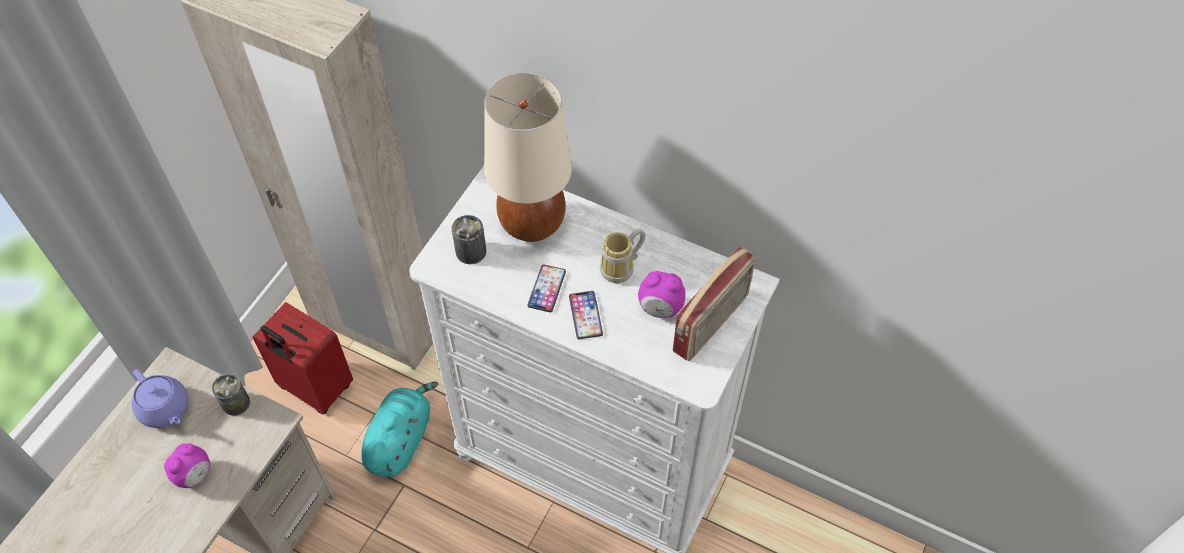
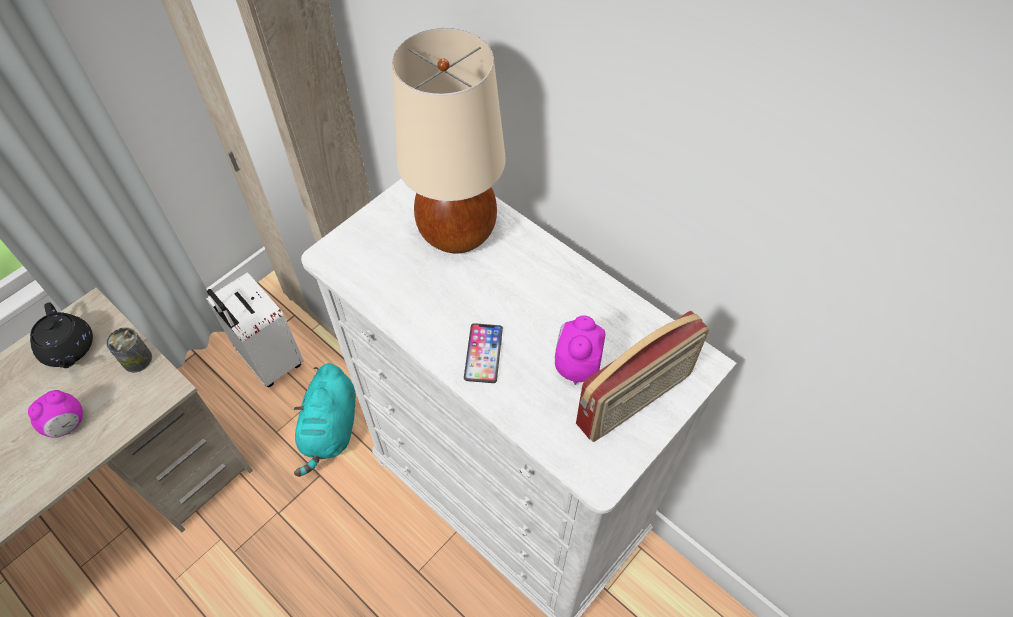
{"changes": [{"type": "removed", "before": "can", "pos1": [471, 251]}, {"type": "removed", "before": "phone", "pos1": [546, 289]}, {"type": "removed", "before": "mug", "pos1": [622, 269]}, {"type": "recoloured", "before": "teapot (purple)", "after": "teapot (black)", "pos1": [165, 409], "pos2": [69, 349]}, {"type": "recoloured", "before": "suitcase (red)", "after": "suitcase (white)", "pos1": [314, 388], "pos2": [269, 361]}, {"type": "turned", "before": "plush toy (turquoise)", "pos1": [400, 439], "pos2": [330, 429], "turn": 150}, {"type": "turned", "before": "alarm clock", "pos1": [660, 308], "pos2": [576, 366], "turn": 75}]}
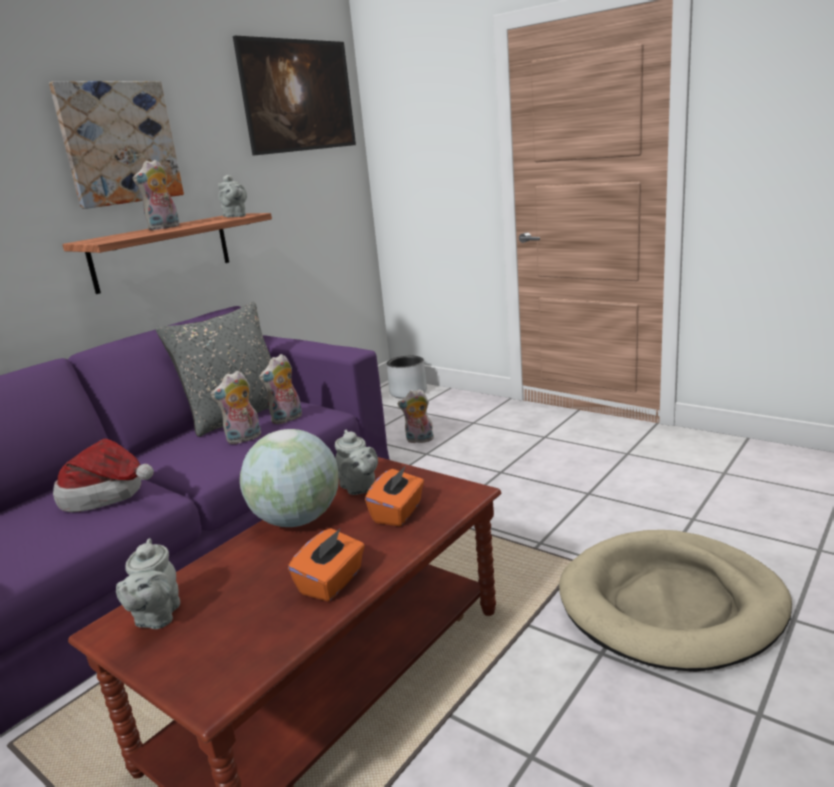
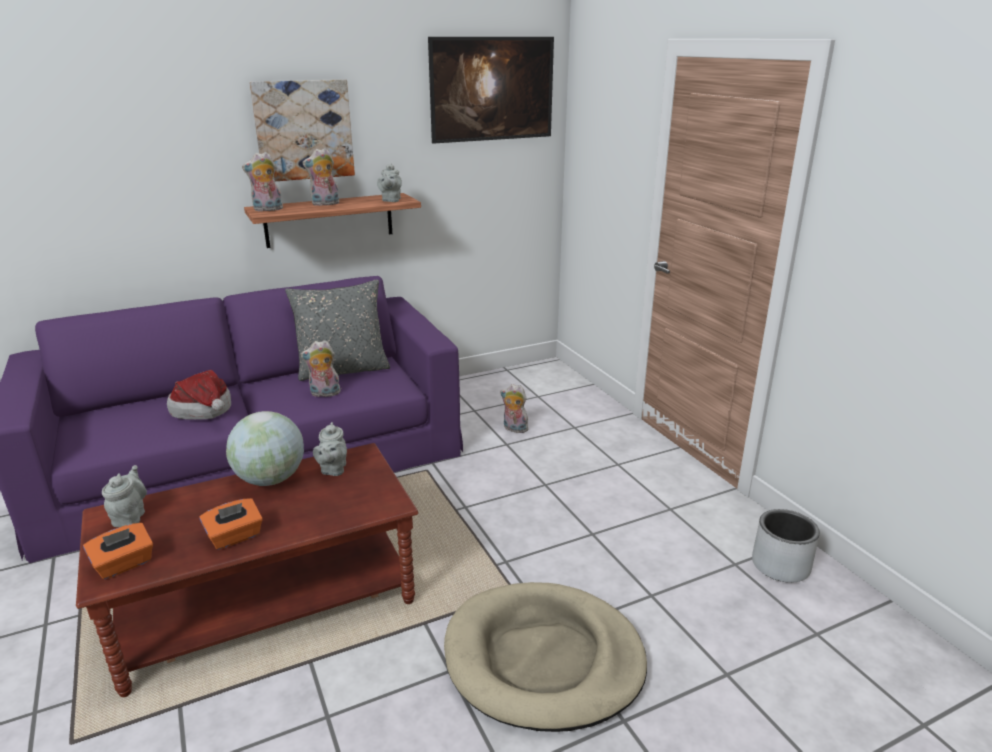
{"changes": [{"type": "moved", "before": "plush toy", "pos1": [287, 419], "pos2": [267, 210]}, {"type": "moved", "before": "tissue box (orange)", "pos1": [398, 513], "pos2": [124, 564]}, {"type": "moved", "before": "planter (grey)", "pos1": [408, 392], "pos2": [781, 566]}, {"type": "turned", "before": "teapot (grey)", "pos1": [156, 617], "pos2": [130, 516], "turn": 150}]}
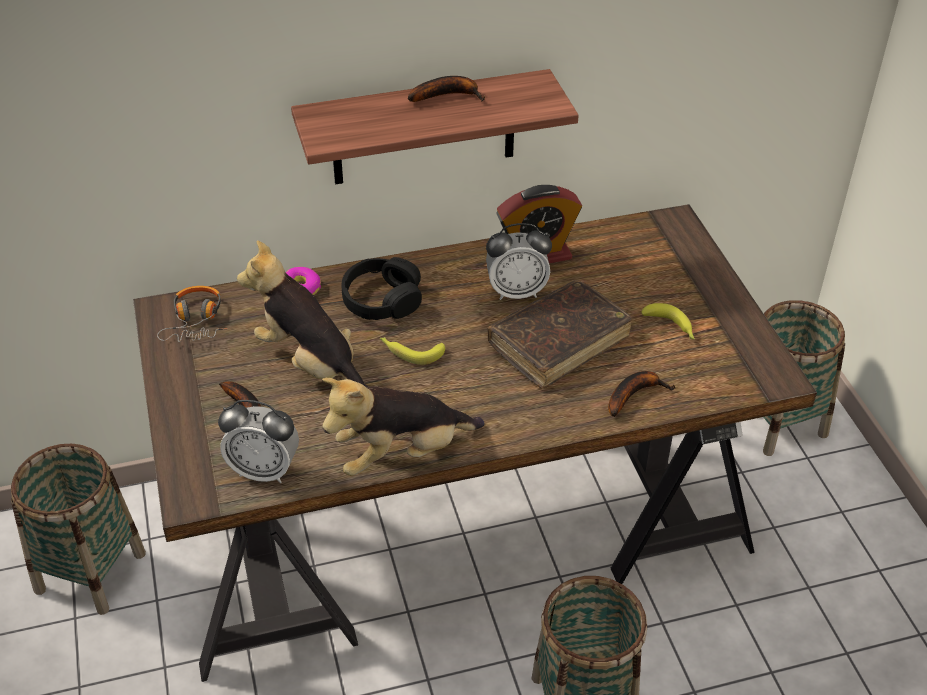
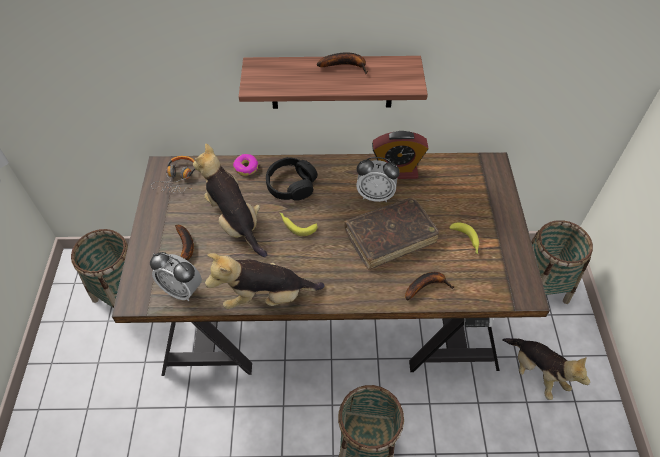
{"changes": [{"type": "added", "after": "plush toy", "pos2": [536, 373]}]}
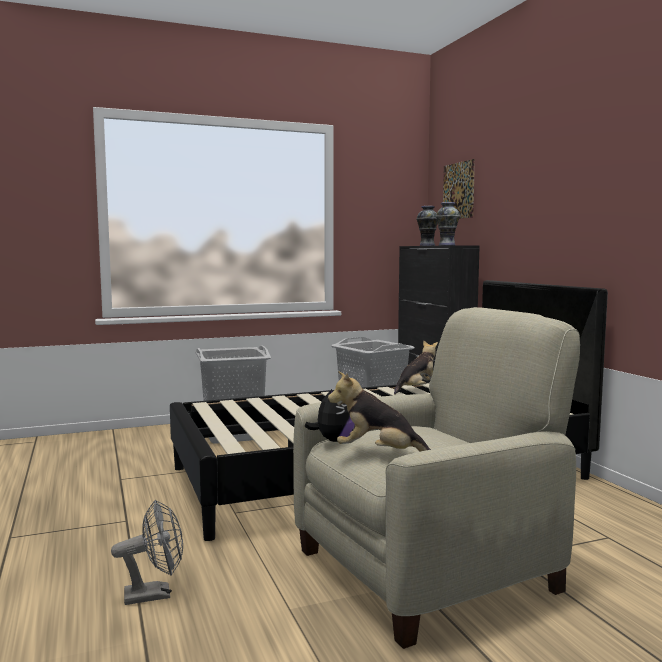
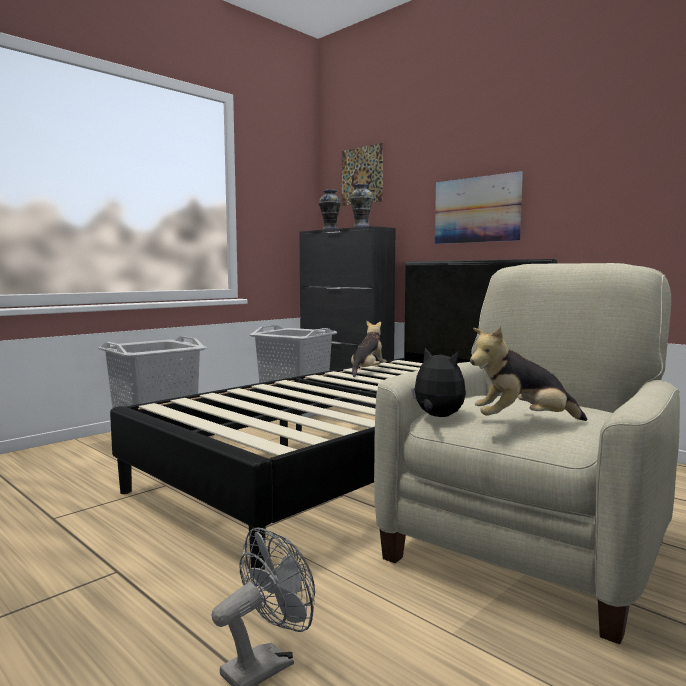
{"changes": [{"type": "added", "after": "picture", "pos2": [476, 210]}, {"type": "turned", "before": "plush toy", "pos1": [333, 440], "pos2": [436, 417], "turn": -45}]}
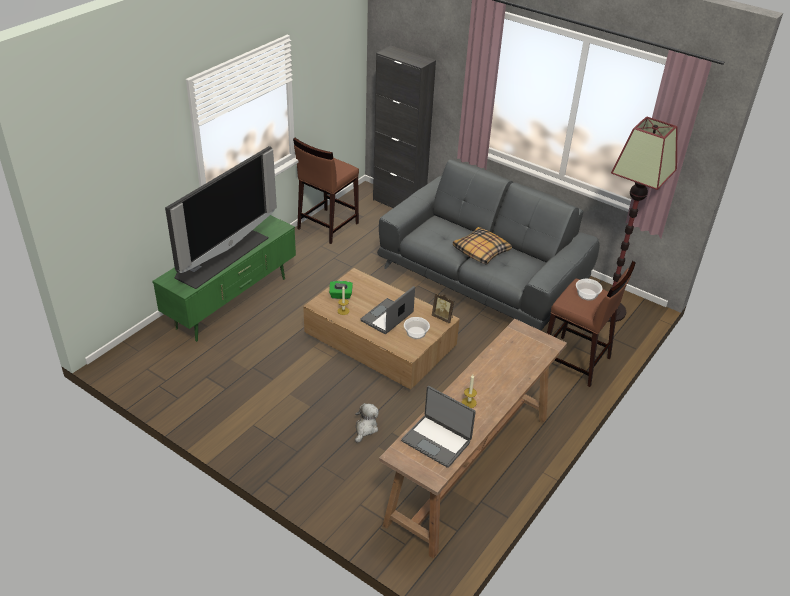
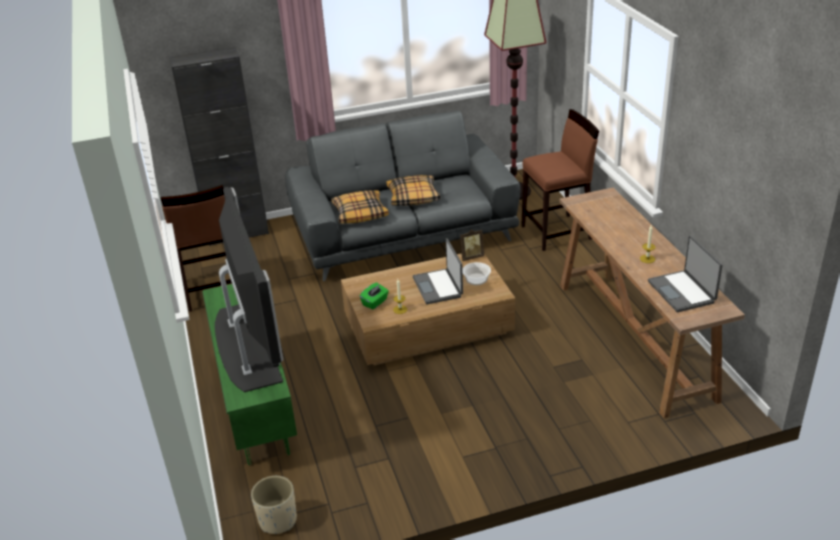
{"changes": [{"type": "removed", "before": "plush toy", "pos1": [365, 428]}, {"type": "removed", "before": "bowl", "pos1": [587, 294]}, {"type": "added", "after": "planter (beige)", "pos2": [277, 520]}, {"type": "added", "after": "pillow", "pos2": [360, 213]}, {"type": "turned", "before": "laptop", "pos1": [437, 441], "pos2": [682, 292], "turn": 90}]}
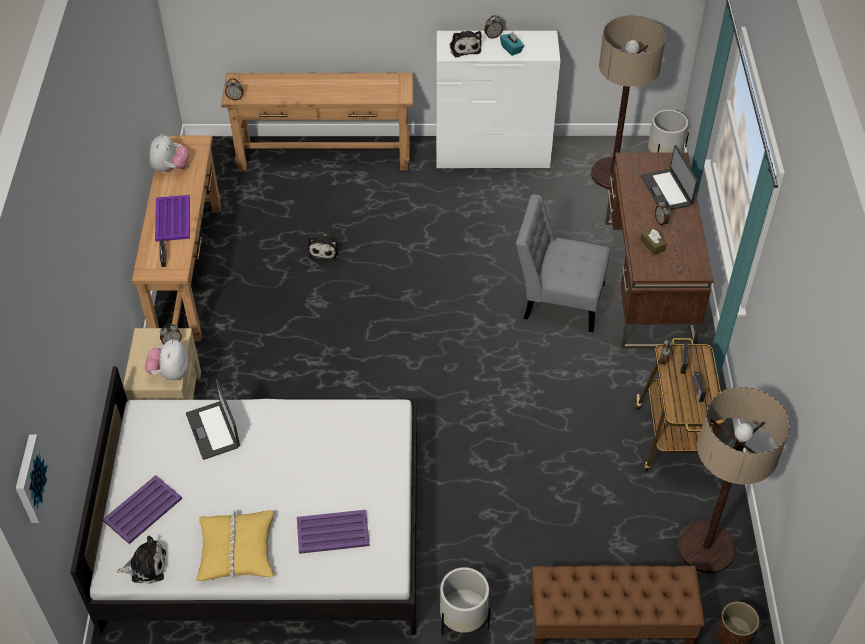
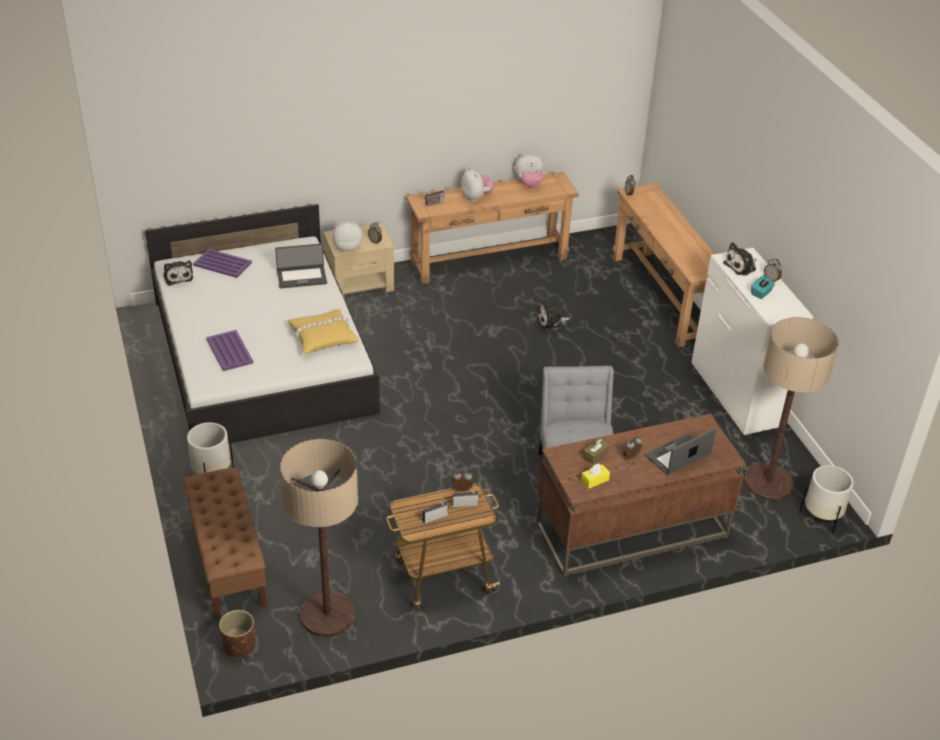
{"changes": [{"type": "removed", "before": "picture", "pos1": [30, 478]}, {"type": "added", "after": "tissue box (yellow)", "pos2": [594, 480]}, {"type": "moved", "before": "pillow (yellow)", "pos1": [237, 550], "pos2": [322, 337]}, {"type": "replaced", "before": "tray (purple)", "after": "plush toy", "pos1": [172, 219], "pos2": [476, 197]}, {"type": "turned", "before": "laptop", "pos1": [213, 430], "pos2": [301, 277], "turn": -150}]}
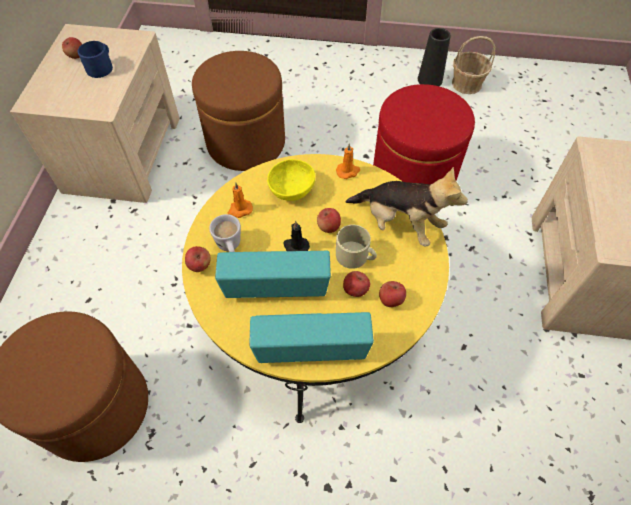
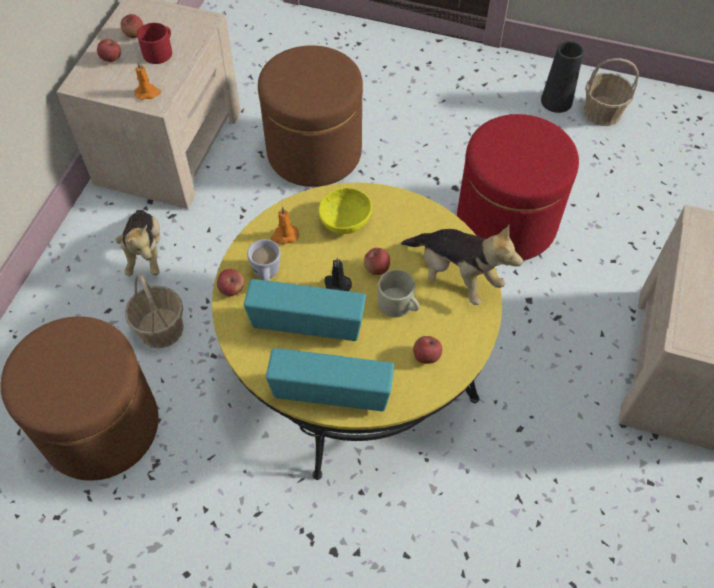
{"changes": [{"type": "added", "after": "plush toy", "pos2": [145, 253]}, {"type": "added", "after": "basket", "pos2": [161, 328]}, {"type": "moved", "before": "candle (orange)", "pos1": [348, 171], "pos2": [148, 93]}, {"type": "moved", "before": "apple", "pos1": [355, 290], "pos2": [111, 59]}, {"type": "recoloured", "before": "mug (blue)", "after": "mug (red)", "pos1": [101, 67], "pos2": [160, 51]}]}
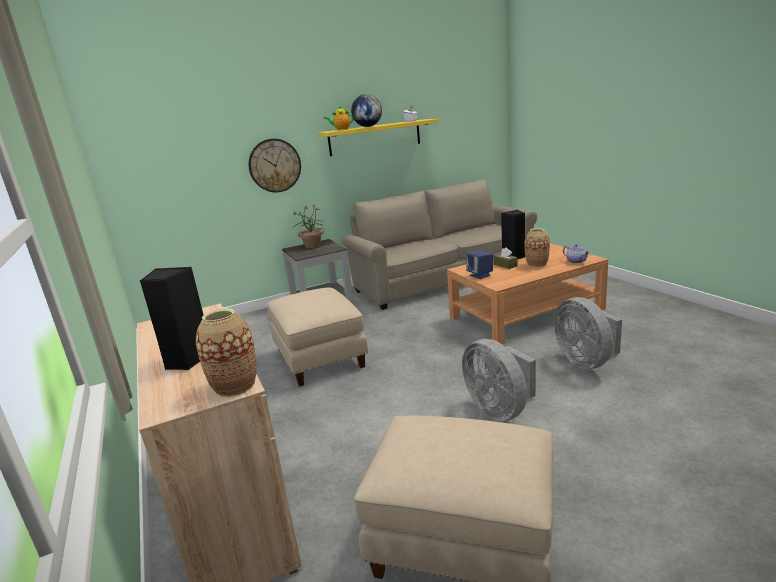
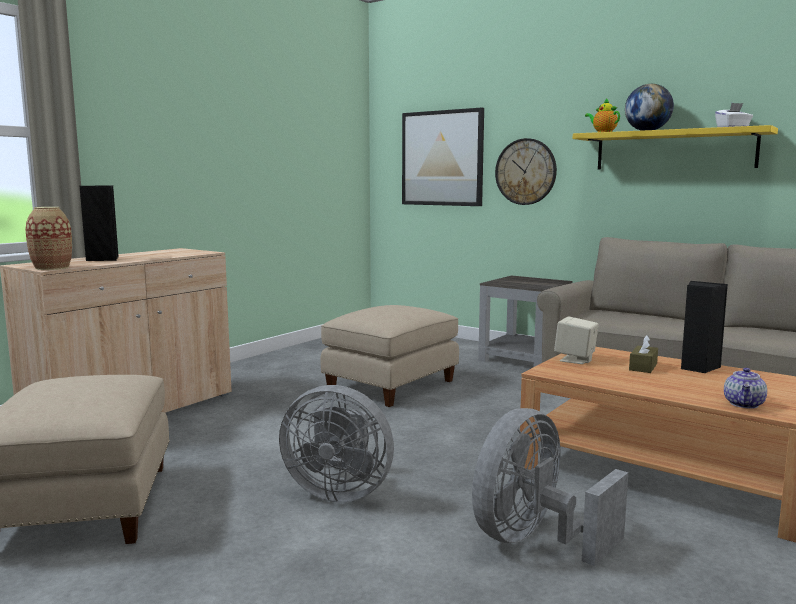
{"changes": [{"type": "removed", "before": "potted plant", "pos1": [312, 246]}, {"type": "removed", "before": "vase", "pos1": [537, 264]}, {"type": "added", "after": "picture", "pos2": [442, 158]}, {"type": "recoloured", "before": "speaker (blue)", "after": "speaker (beige)", "pos1": [480, 275], "pos2": [575, 360]}, {"type": "turned", "before": "fan (grey)", "pos1": [500, 409], "pos2": [338, 491], "turn": -105}]}
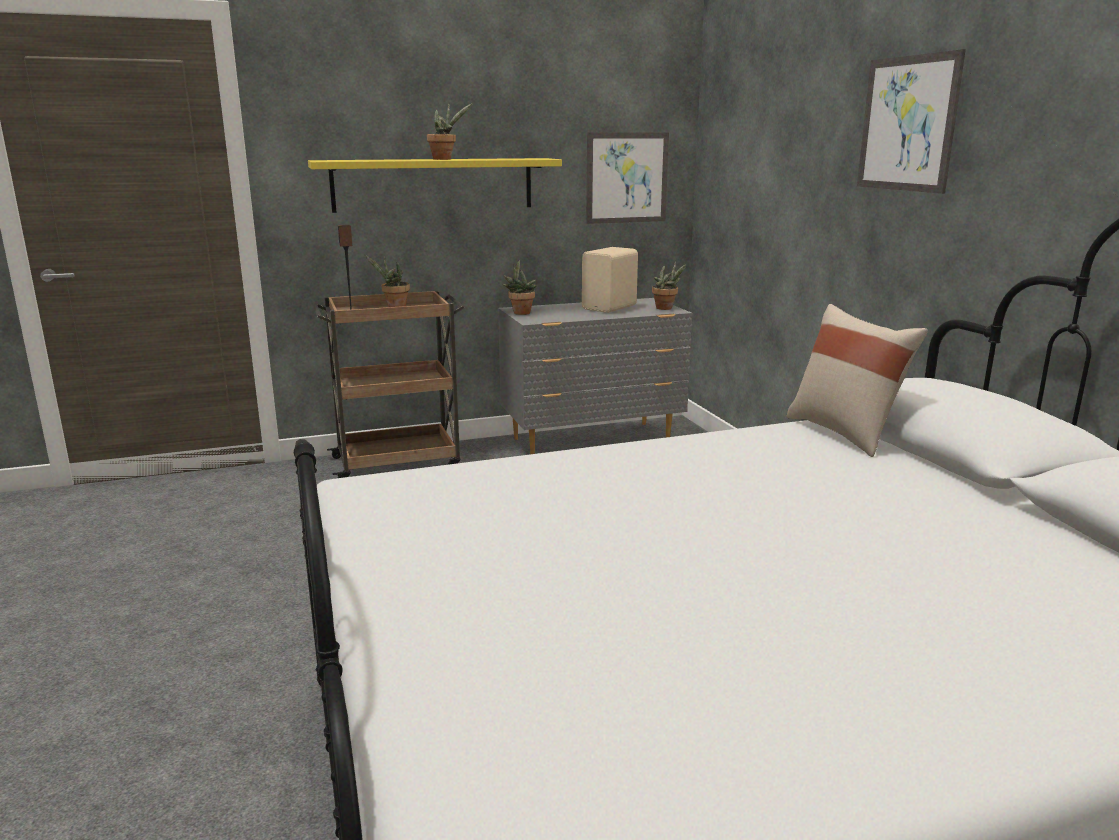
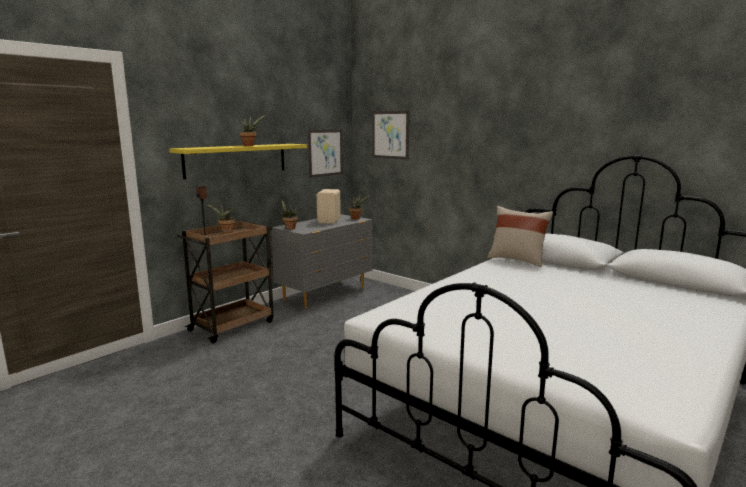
{"changes": [{"type": "moved", "before": "picture", "pos1": [907, 124], "pos2": [390, 134]}]}
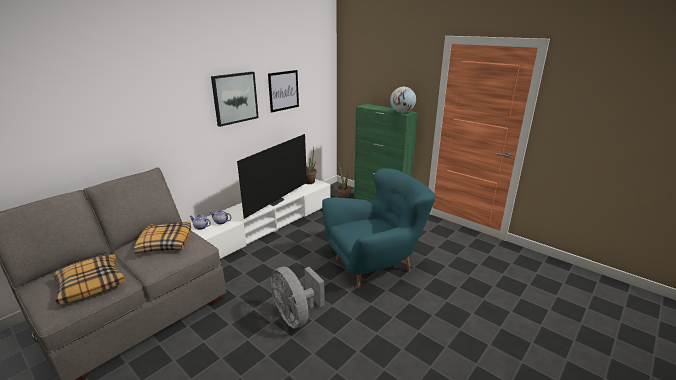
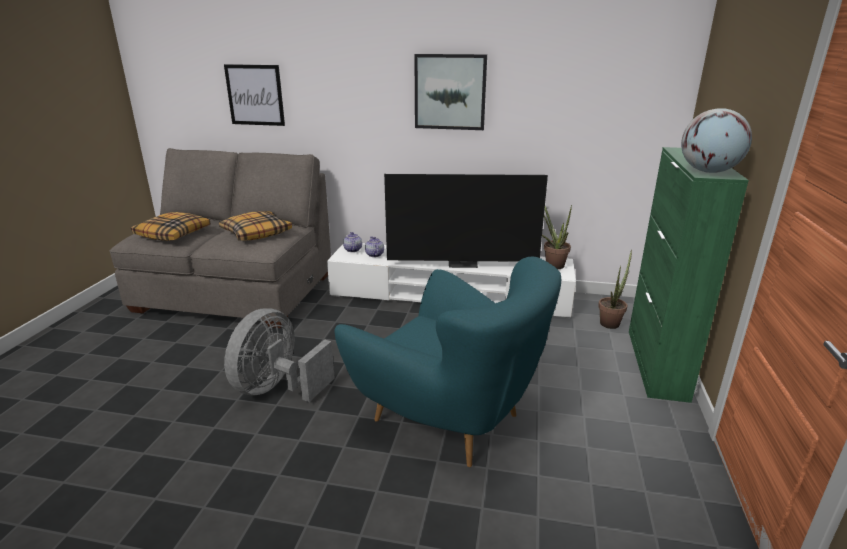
{"changes": [{"type": "moved", "before": "picture", "pos1": [283, 90], "pos2": [255, 95]}]}
